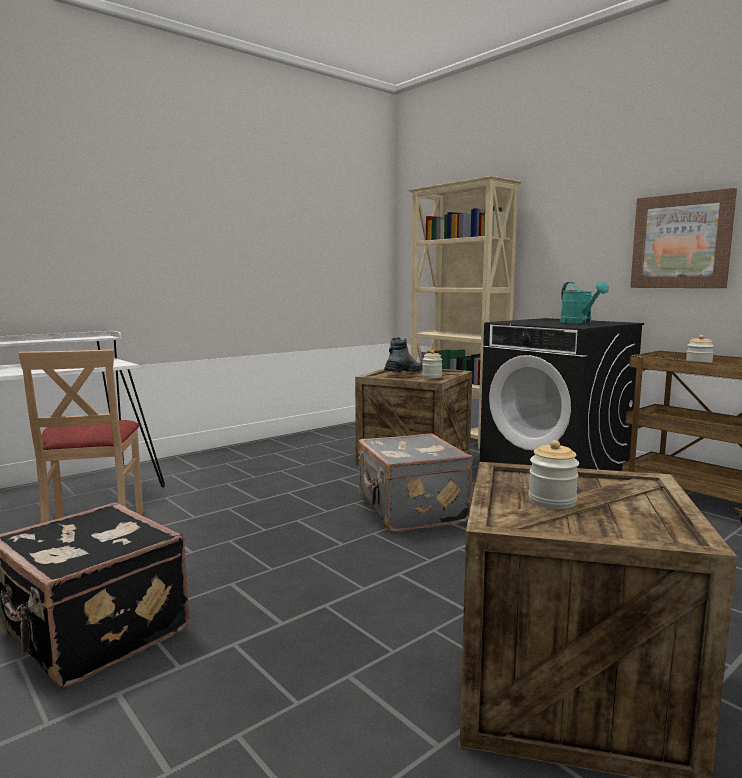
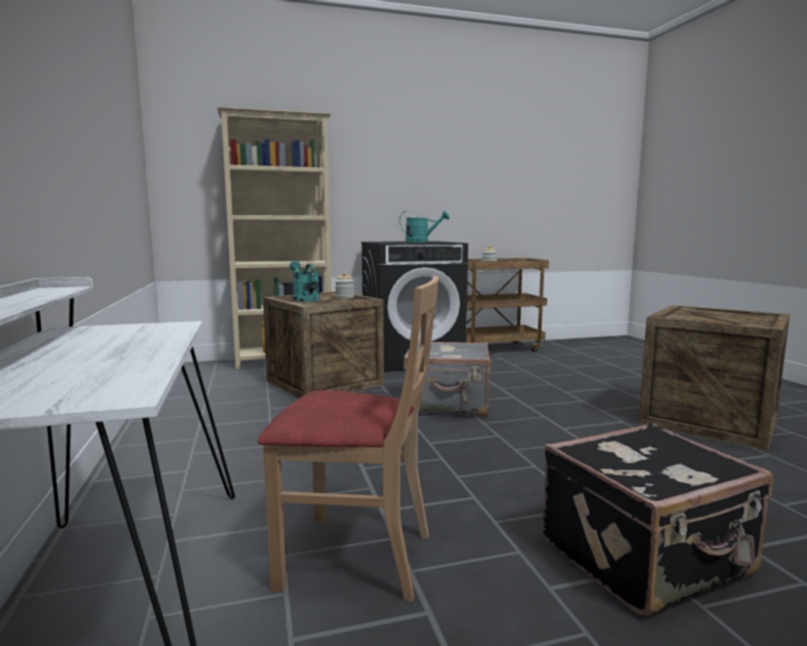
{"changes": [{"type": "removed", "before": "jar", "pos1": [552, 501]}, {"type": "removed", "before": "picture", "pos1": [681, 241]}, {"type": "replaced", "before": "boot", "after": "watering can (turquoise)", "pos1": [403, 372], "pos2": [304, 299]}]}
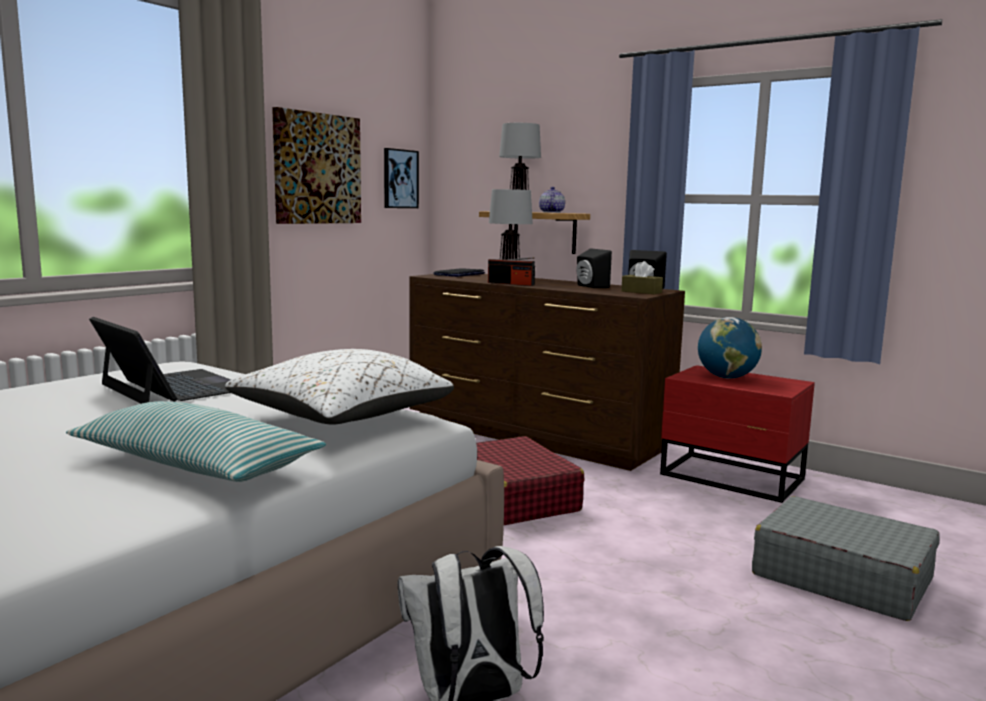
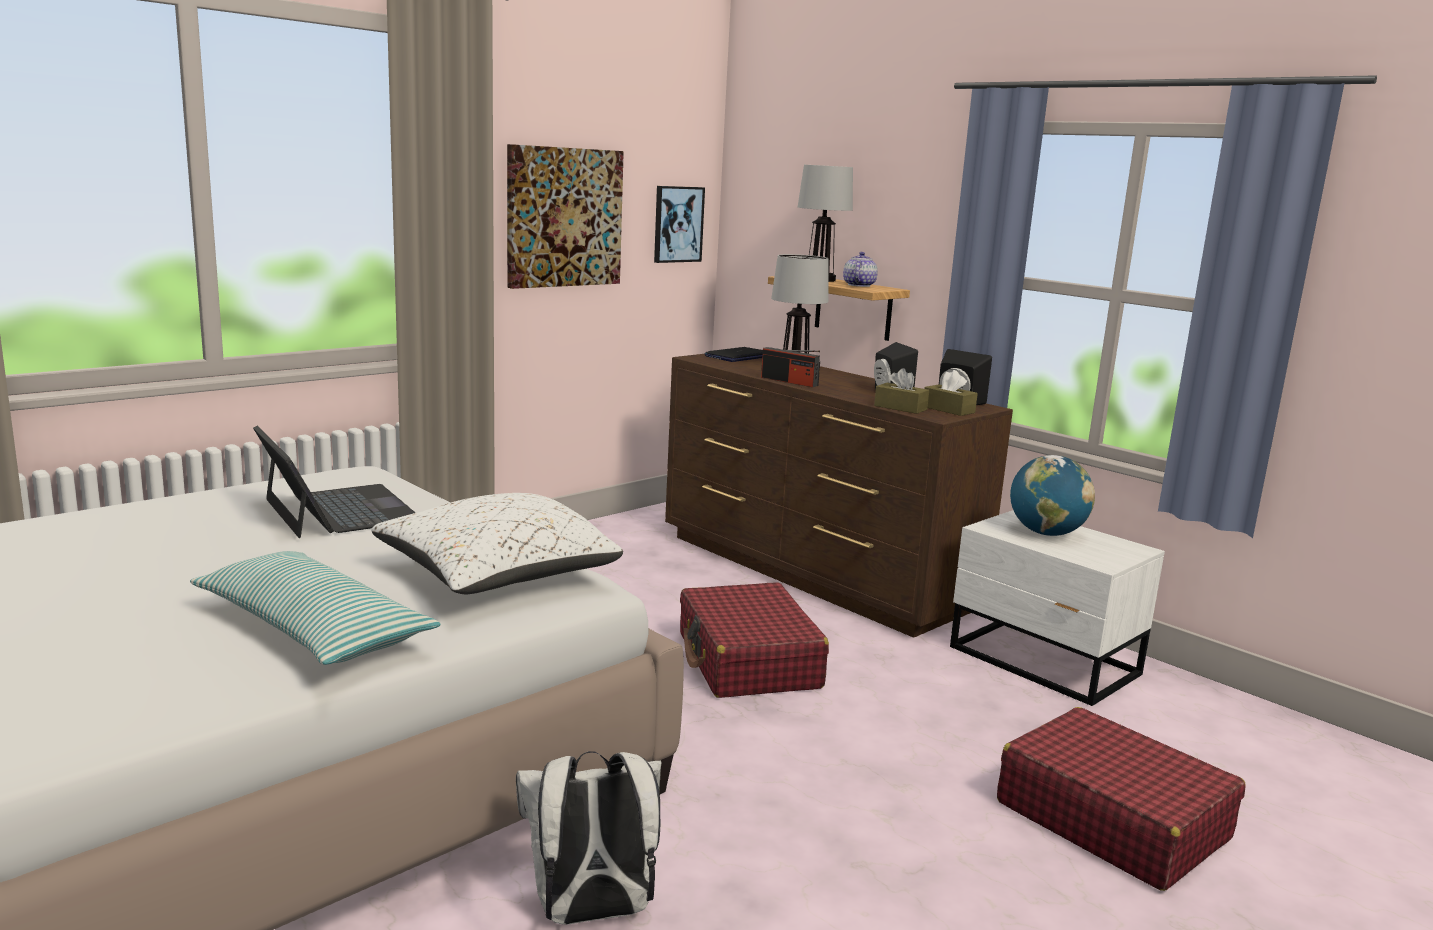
{"changes": [{"type": "added", "after": "tissue box (brown)", "pos2": [900, 408]}, {"type": "recoloured", "before": "nightstand (red)", "after": "nightstand (white)", "pos1": [733, 478], "pos2": [1044, 663]}, {"type": "recoloured", "before": "suitcase (grey)", "after": "suitcase (red)", "pos1": [841, 577], "pos2": [1111, 820]}]}
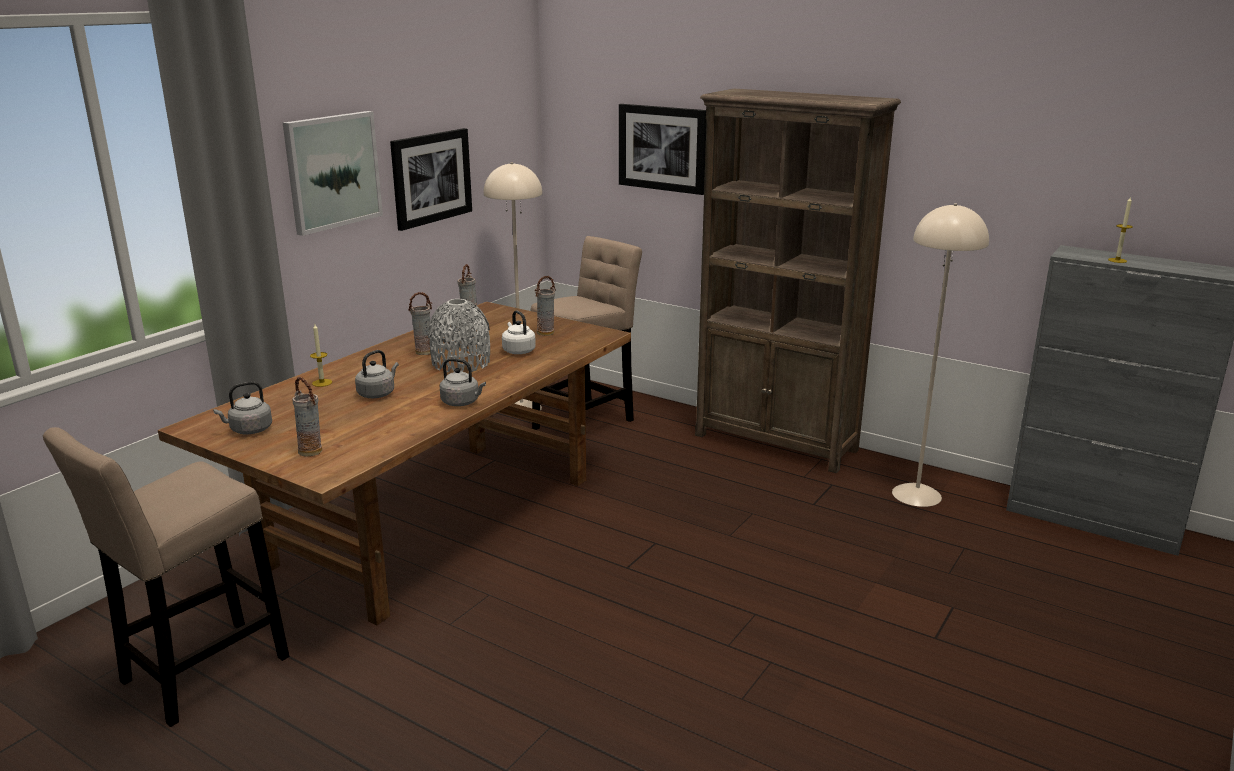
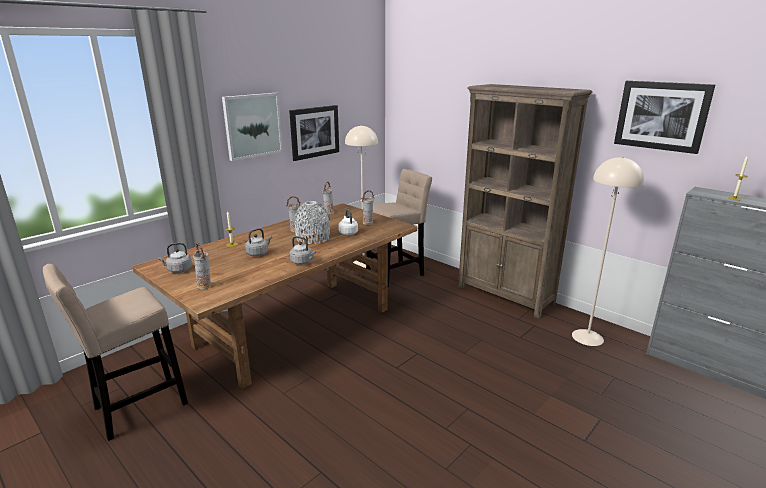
{"changes": [{"type": "moved", "before": "picture", "pos1": [662, 148], "pos2": [661, 116]}]}
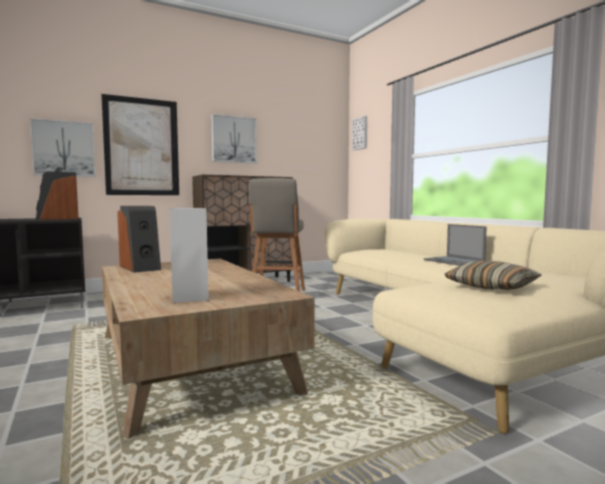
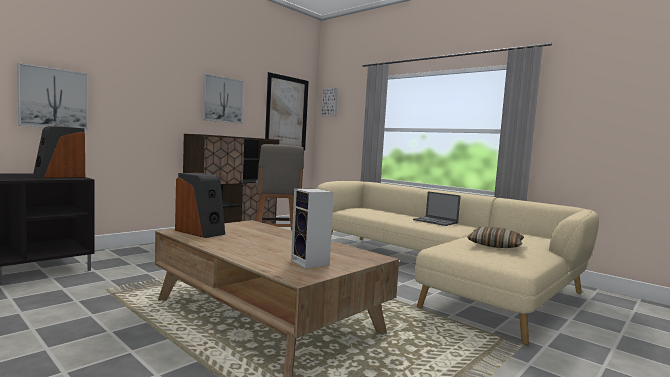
{"changes": [{"type": "moved", "before": "picture", "pos1": [142, 147], "pos2": [287, 113]}]}
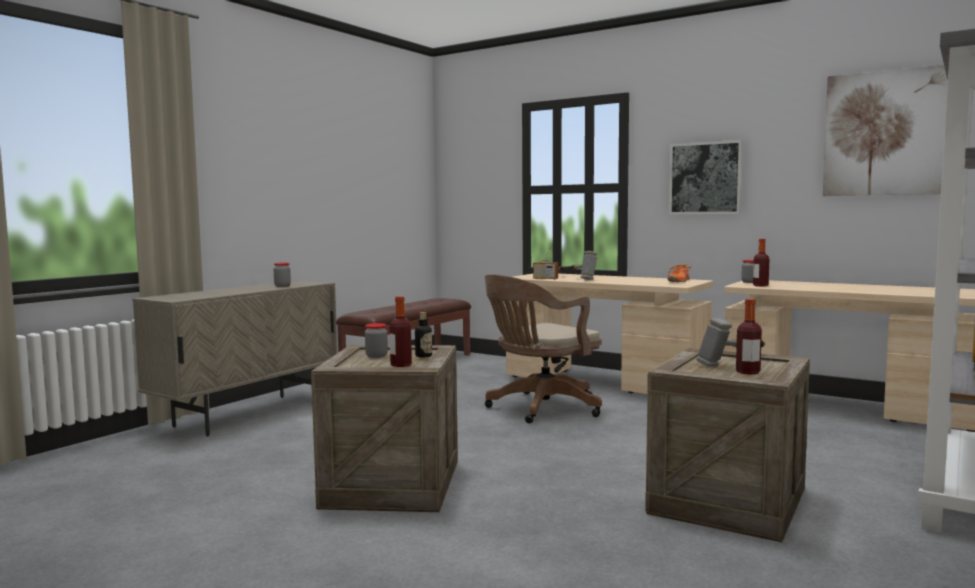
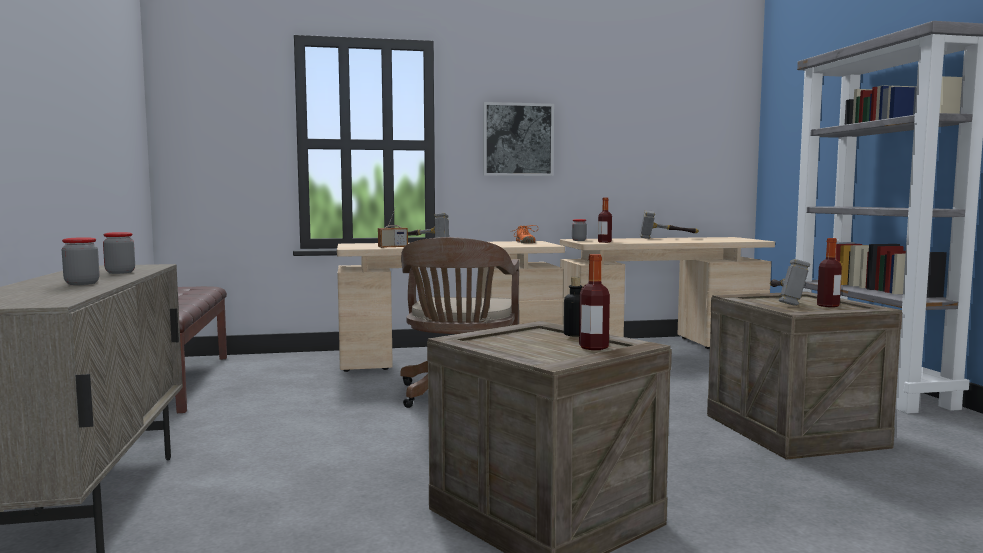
{"changes": [{"type": "removed", "before": "picture", "pos1": [892, 133]}, {"type": "added", "after": "hammer", "pos2": [666, 238]}, {"type": "moved", "before": "jar", "pos1": [376, 356], "pos2": [82, 283]}]}
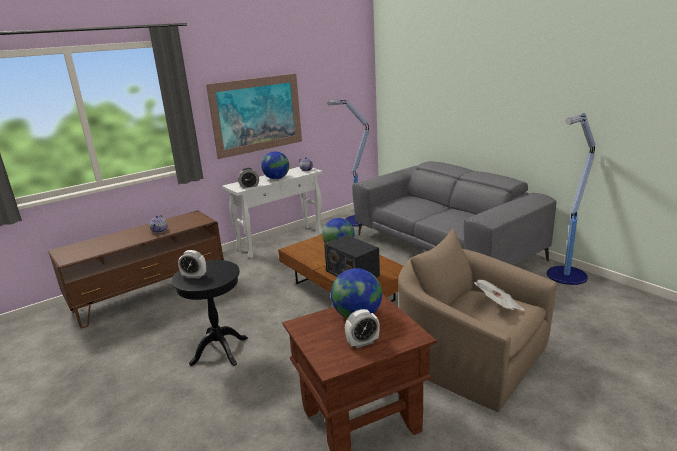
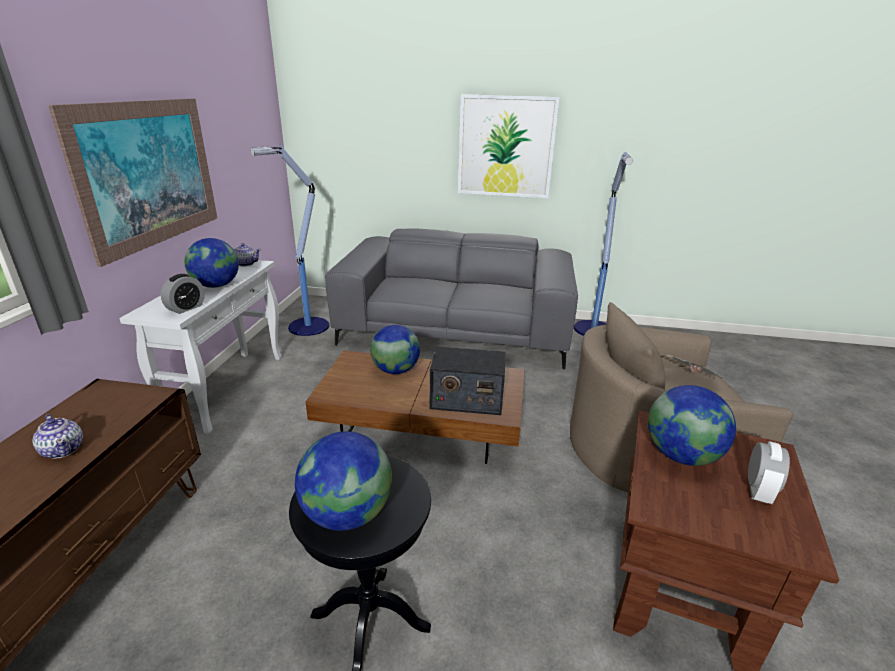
{"changes": [{"type": "added", "after": "picture", "pos2": [506, 147]}, {"type": "replaced", "before": "alarm clock", "after": "globe", "pos1": [194, 276], "pos2": [347, 514]}]}
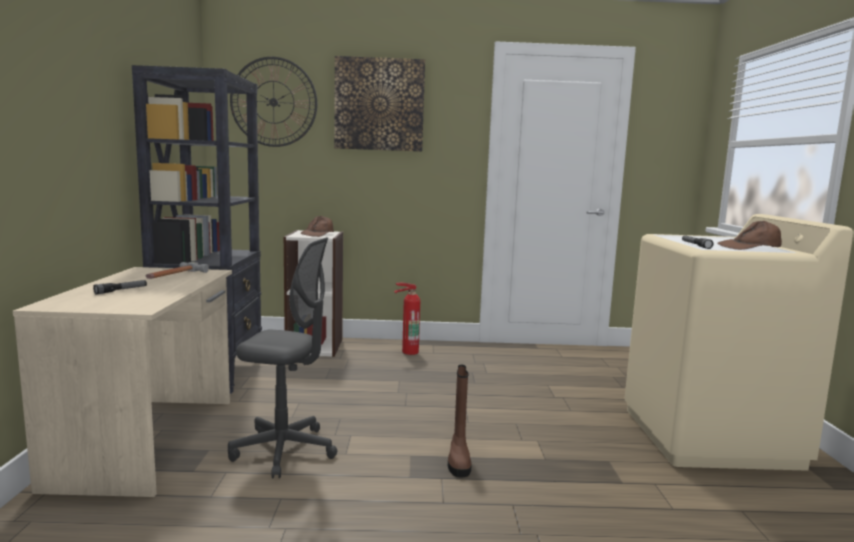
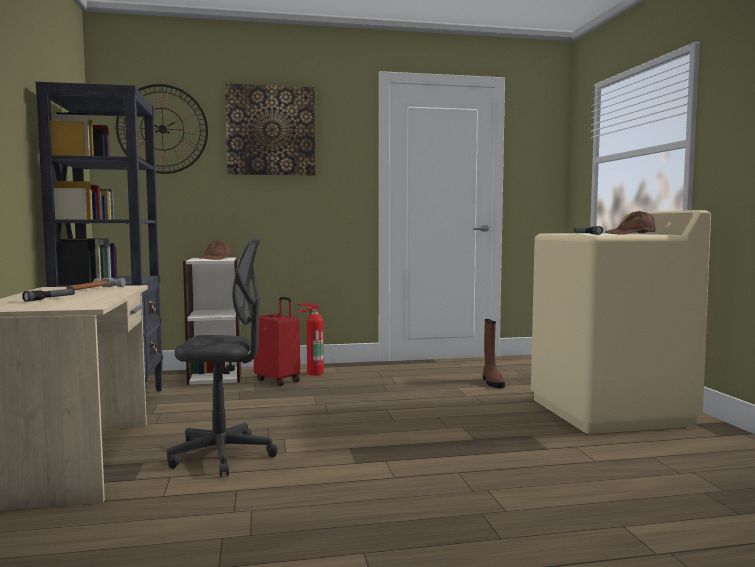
{"changes": [{"type": "added", "after": "suitcase (red)", "pos2": [278, 380]}, {"type": "moved", "before": "boot (brown)", "pos1": [458, 460], "pos2": [492, 382]}]}
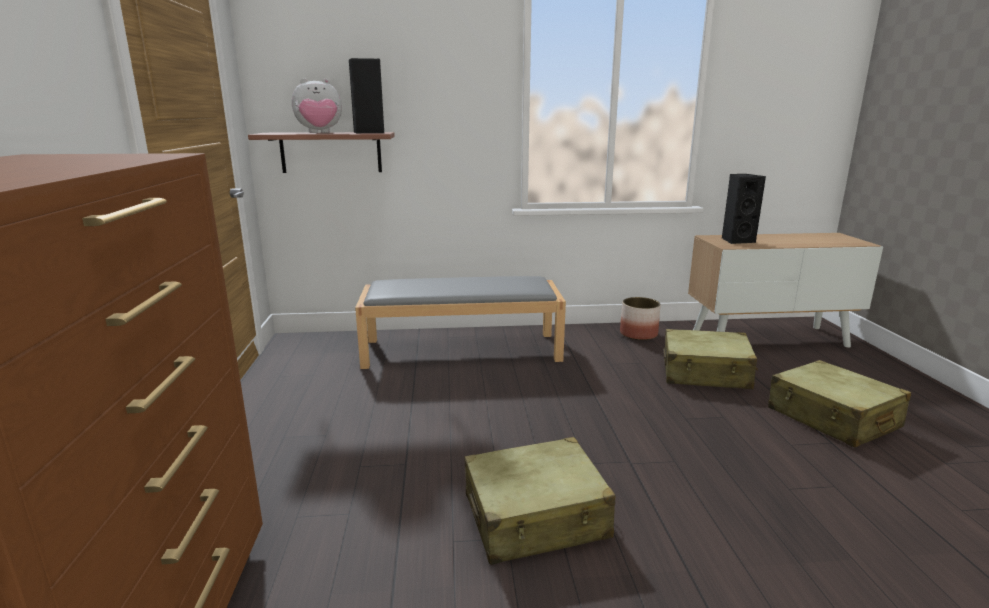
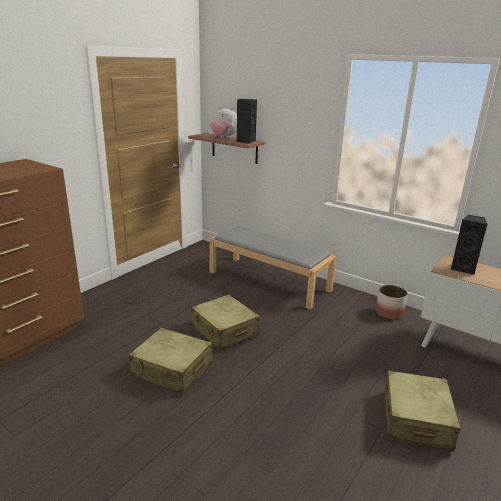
{"changes": [{"type": "moved", "before": "suitcase (beige)", "pos1": [705, 373], "pos2": [225, 331]}]}
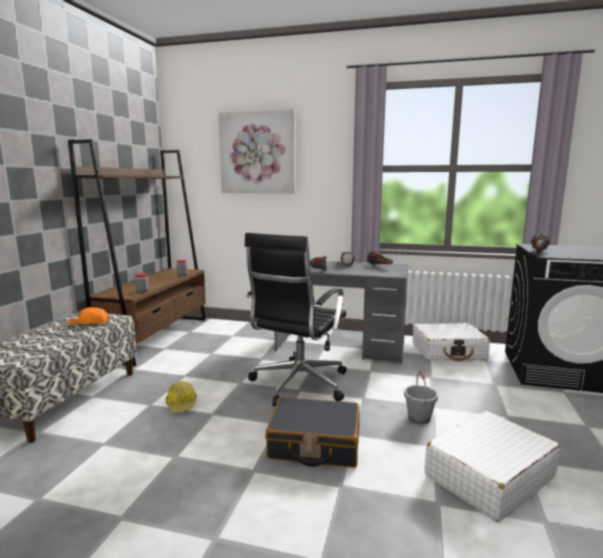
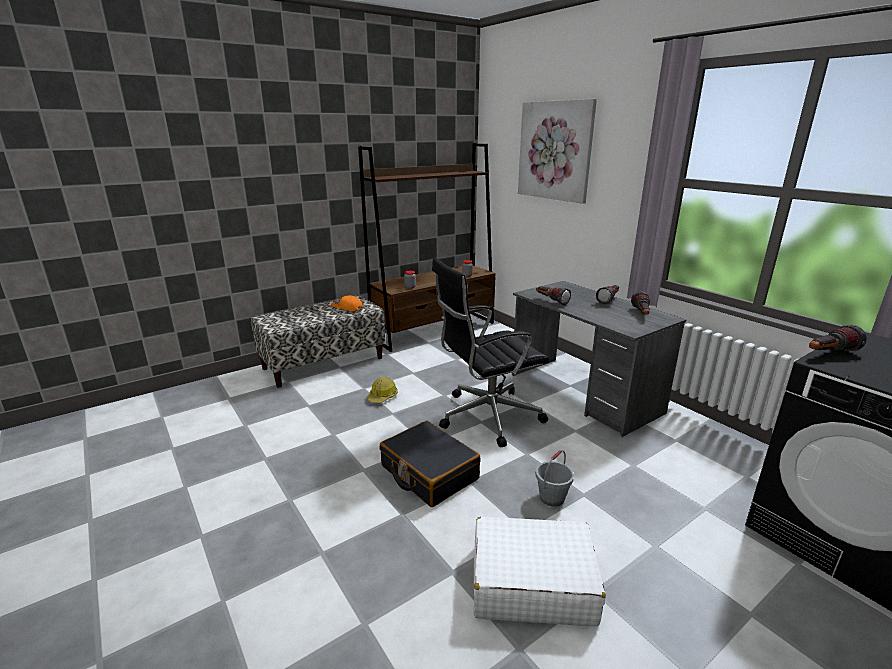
{"changes": [{"type": "removed", "before": "suitcase (white)", "pos1": [448, 351]}]}
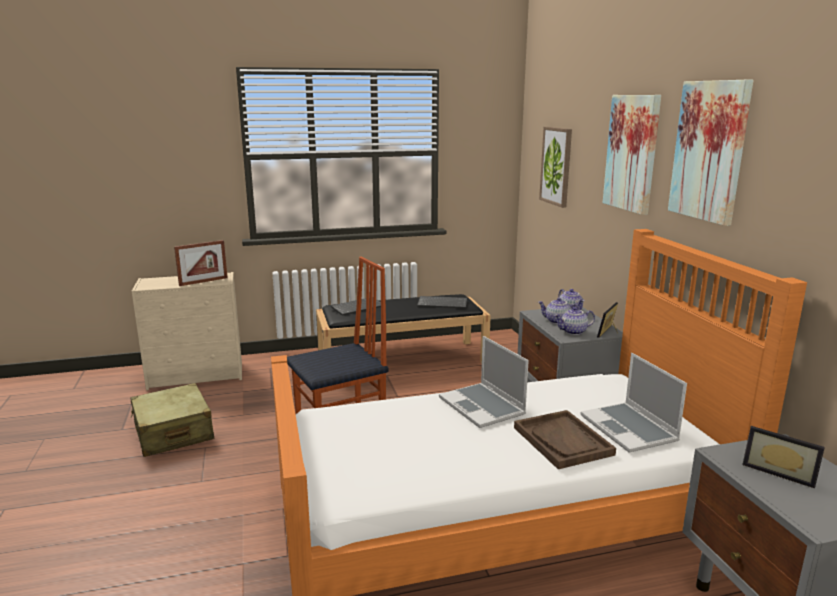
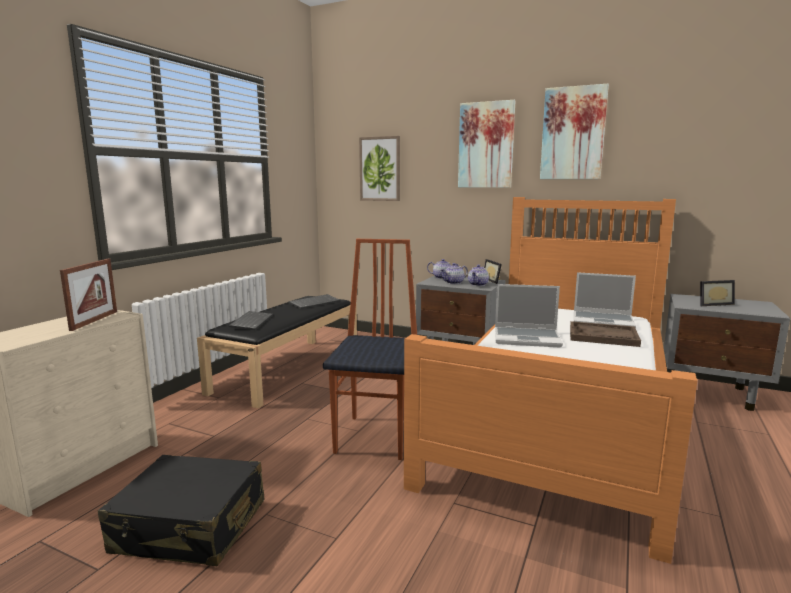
{"changes": [{"type": "recoloured", "before": "suitcase (beige)", "after": "suitcase (black)", "pos1": [173, 432], "pos2": [190, 527]}]}
